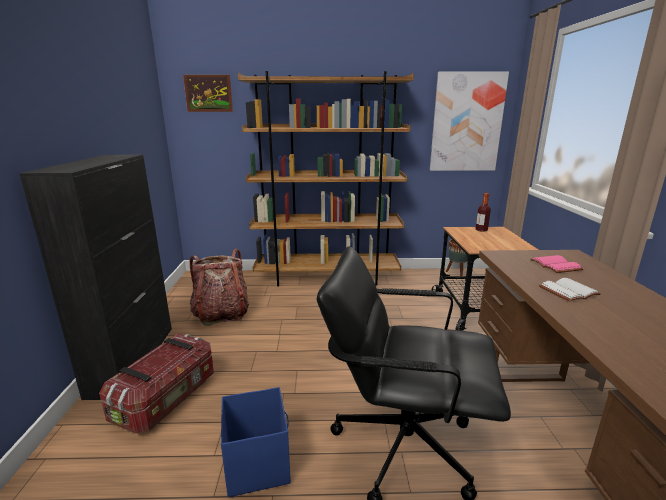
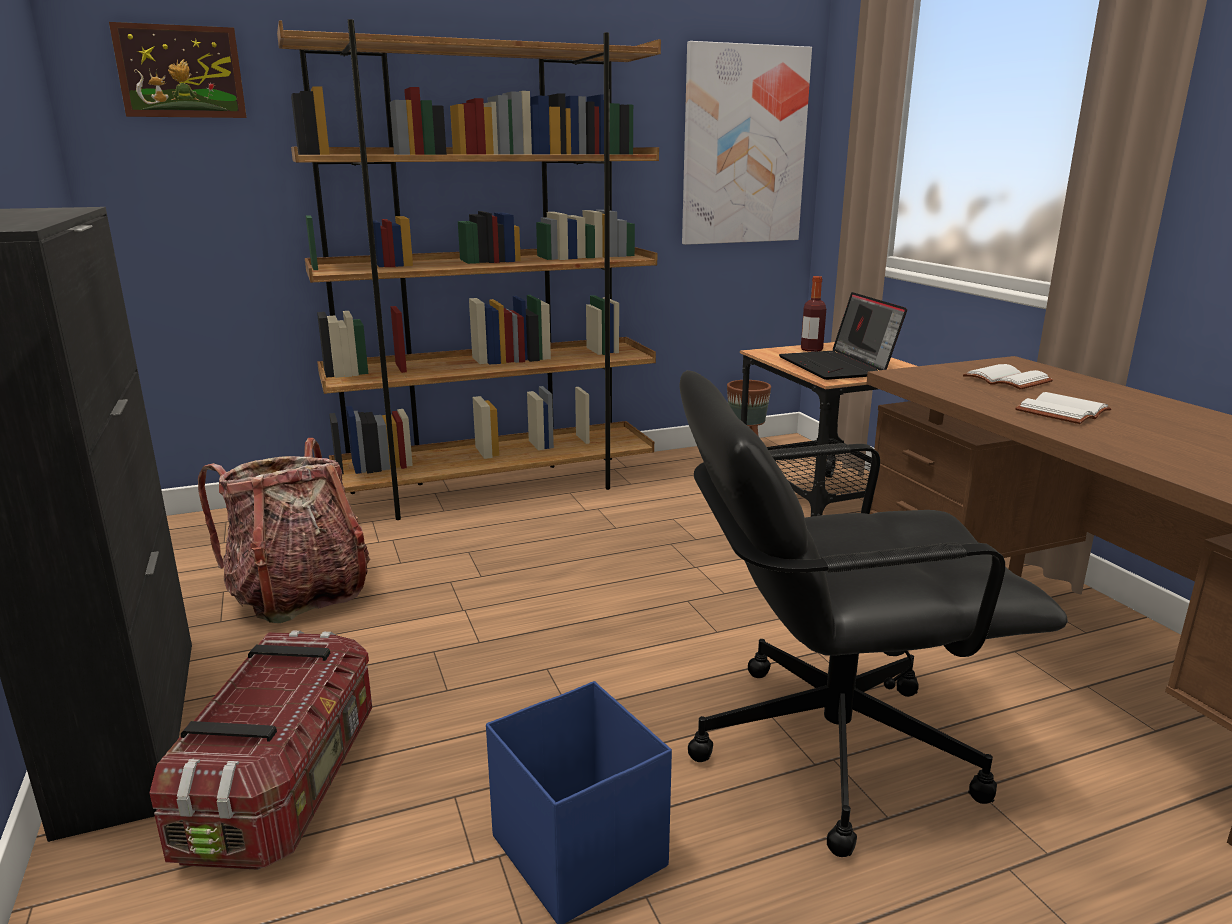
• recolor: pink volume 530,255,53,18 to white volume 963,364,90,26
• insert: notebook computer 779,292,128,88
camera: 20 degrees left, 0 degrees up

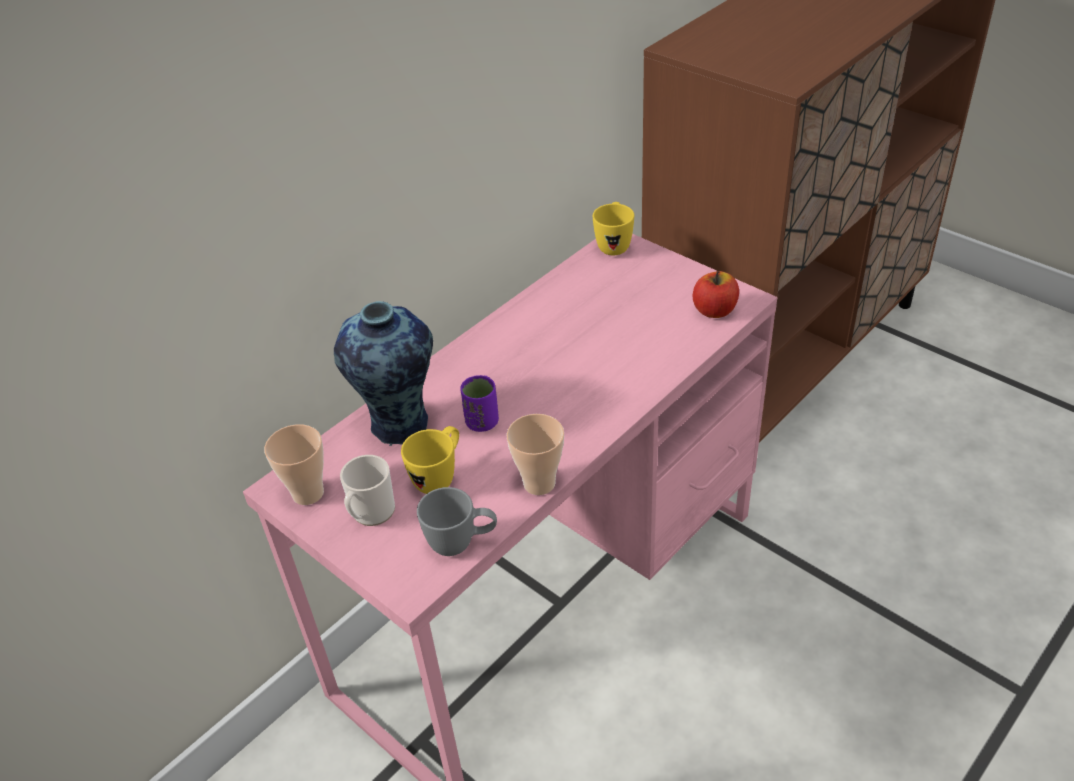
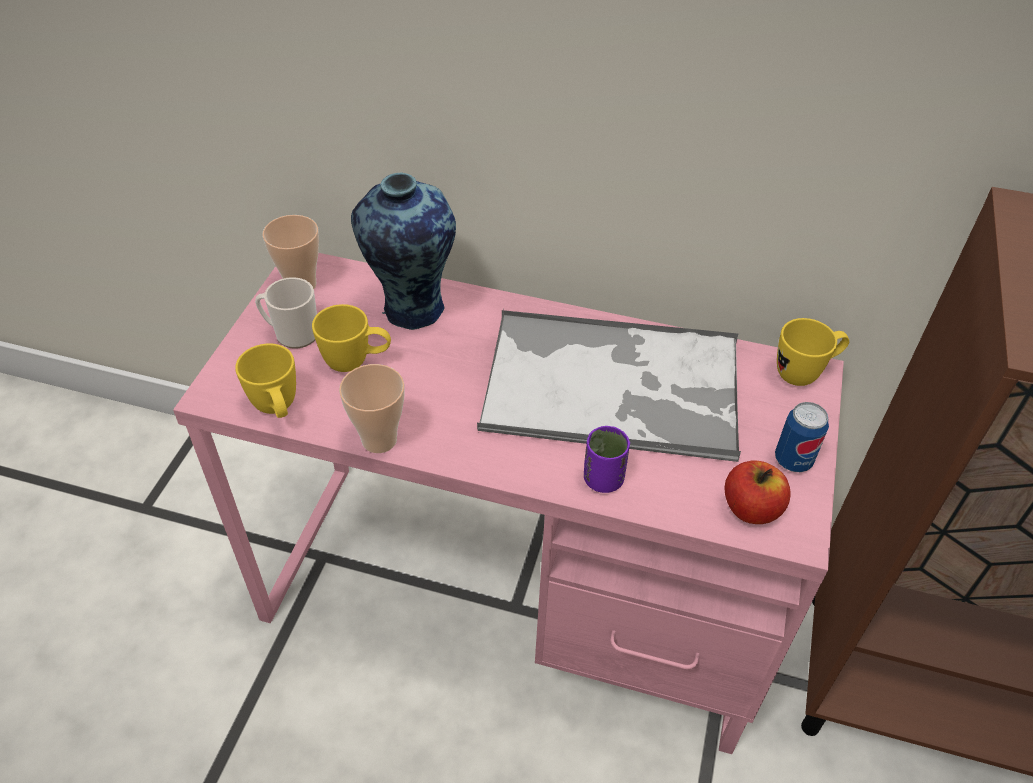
• move: purplish small cup 460,375,39,57 to 584,426,46,67
• recolor: grey tea mug 417,487,80,69 to yellow-coloured tea mug 235,343,61,75
• insert: serving tray 477,310,264,152
• insert: sealed can 775,402,54,70
camera: 60 degrees right, 5 degrees up

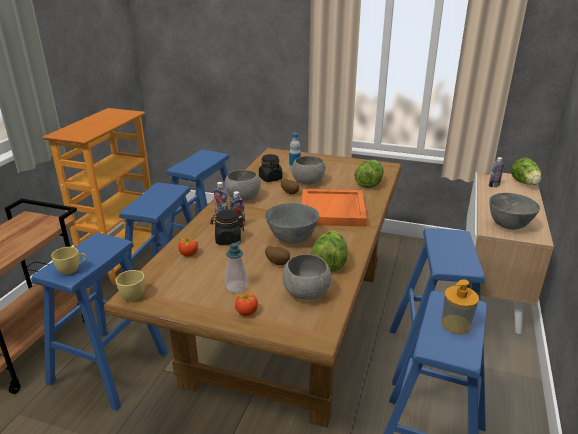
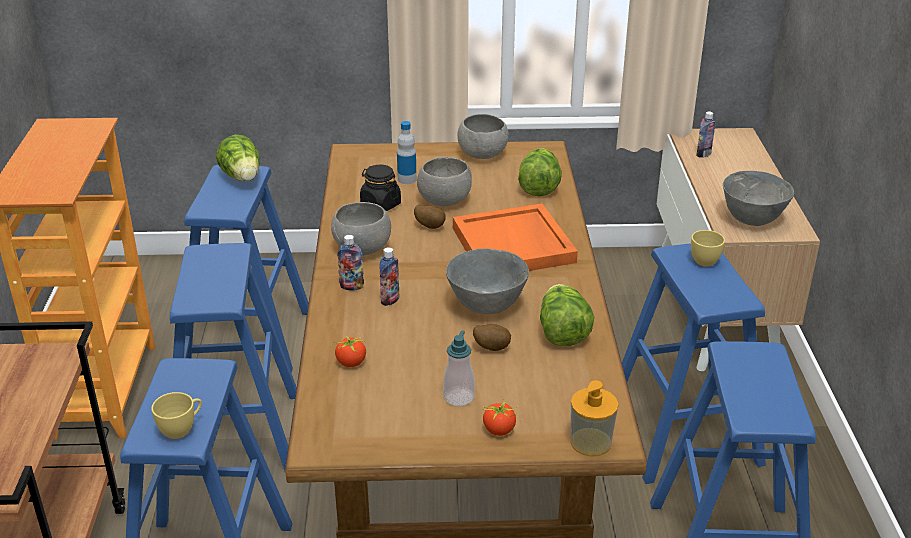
• move: head of lettuce 511,158,30,27 to 216,135,44,46
• delete: blackish storage jar 210,210,34,35
• move: grey serving bowl 282,254,49,46 to 457,114,52,45
• move: yellow-coloured small cup 116,270,29,31 to 691,230,34,37
• move: liquid soap bottle 442,279,37,55 to 571,380,47,77
camera: 20 degrees left, 5 degrees up

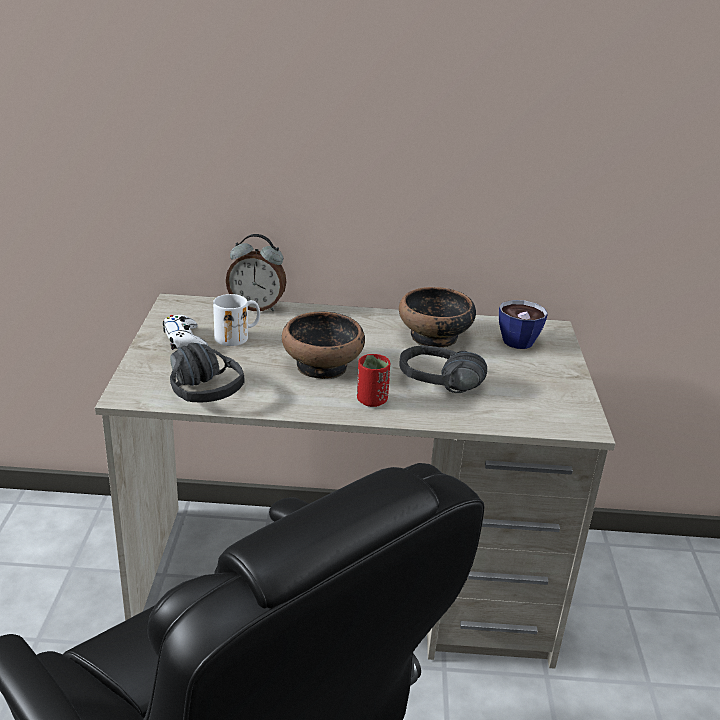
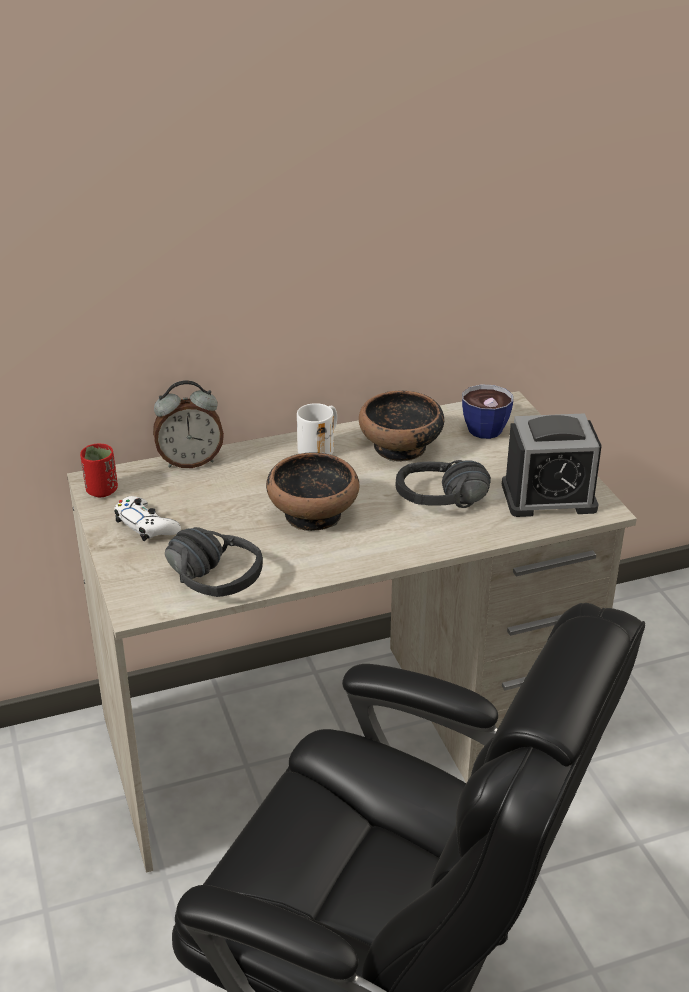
• move: white tea mug 213,294,47,52 to 297,403,40,52
• move: reddish small cup 357,354,33,53 to 80,443,38,54
• insert: alarm clock 502,413,100,104
camera: 20 degrees left, 5 degrees up

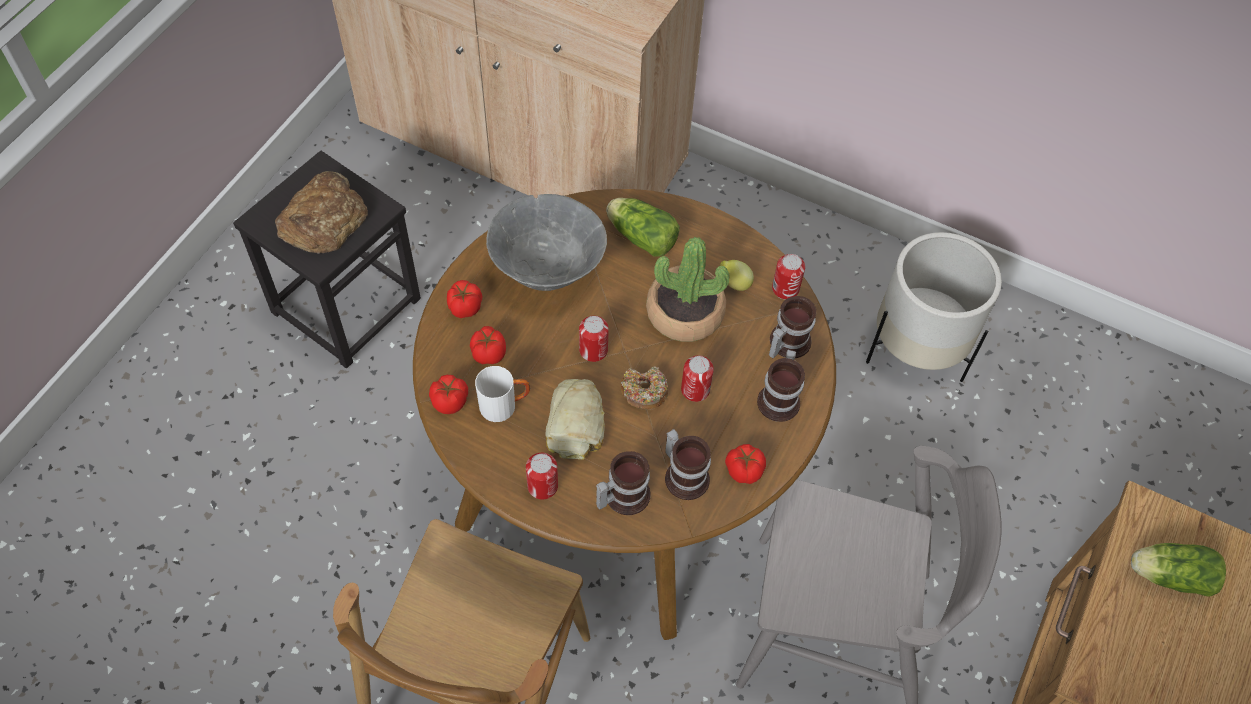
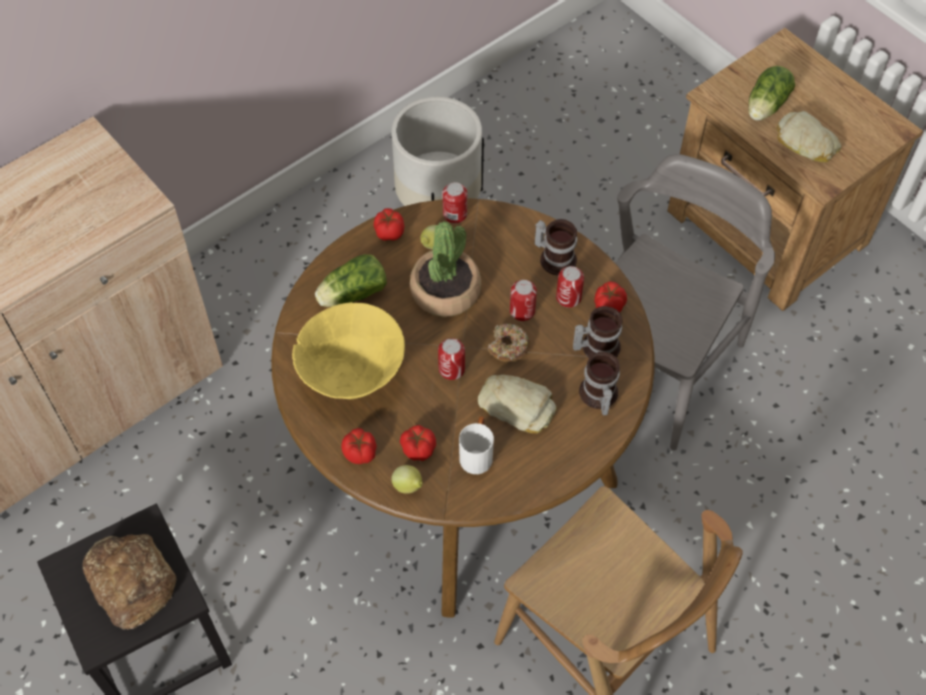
• recolor: grey serving bowl 486,194,121,97 to yellow-coloured serving bowl 292,302,113,97
• delete: tea mug 769,296,47,62
• move: fresh tomato 429,375,39,39 to 374,208,30,33
• move: sealed can 526,453,32,46 to 556,266,28,42
• insert: baked bread 776,111,65,51
• insert: lemon 391,465,32,29
camera: 65 degrees left, 0 degrees up

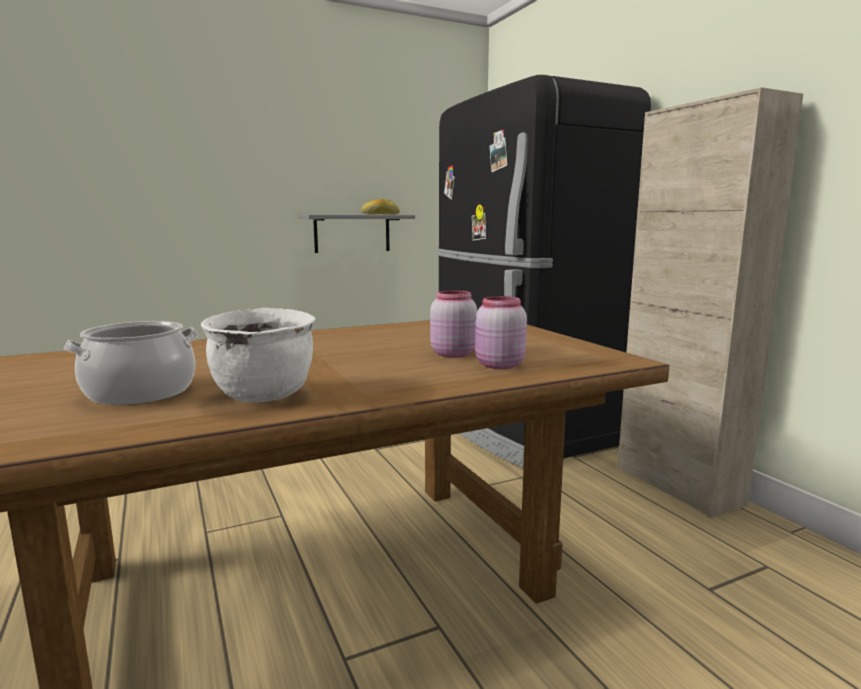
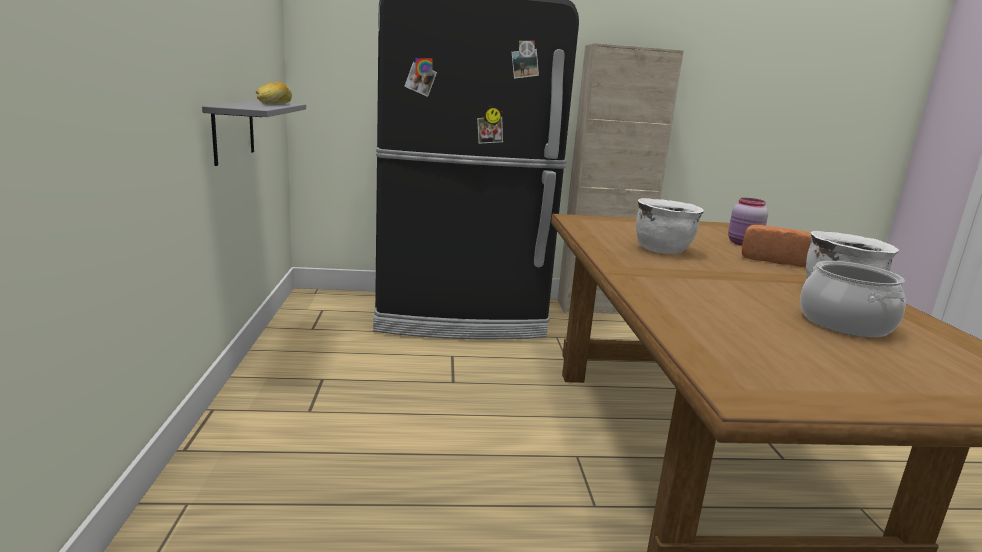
• delete: pink storage jar 430,290,47,68
• insert: white stockpot 636,198,68,56
• insert: baked bread 742,225,70,42
camera: 70 degrees left, 5 degrees up

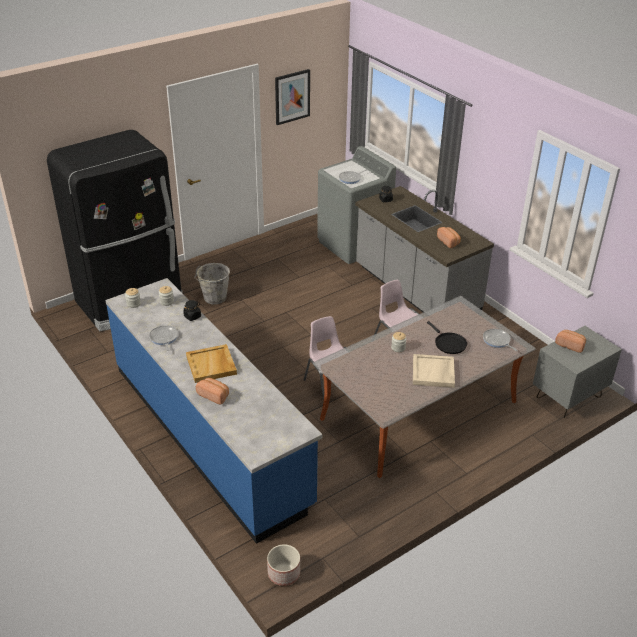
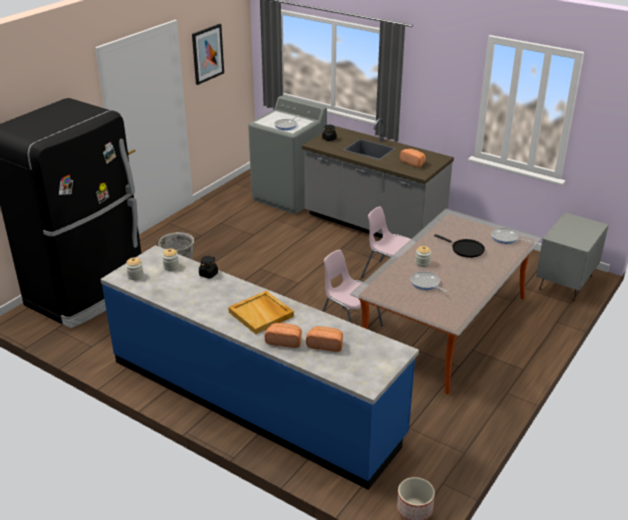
• move: pan 149,325,29,26 to 410,271,38,22
• move: baked bread 555,330,31,23 to 306,326,37,26
• delete: beige-coloured serving tray 413,354,42,34
camera: 20 degrees left, 5 degrees down

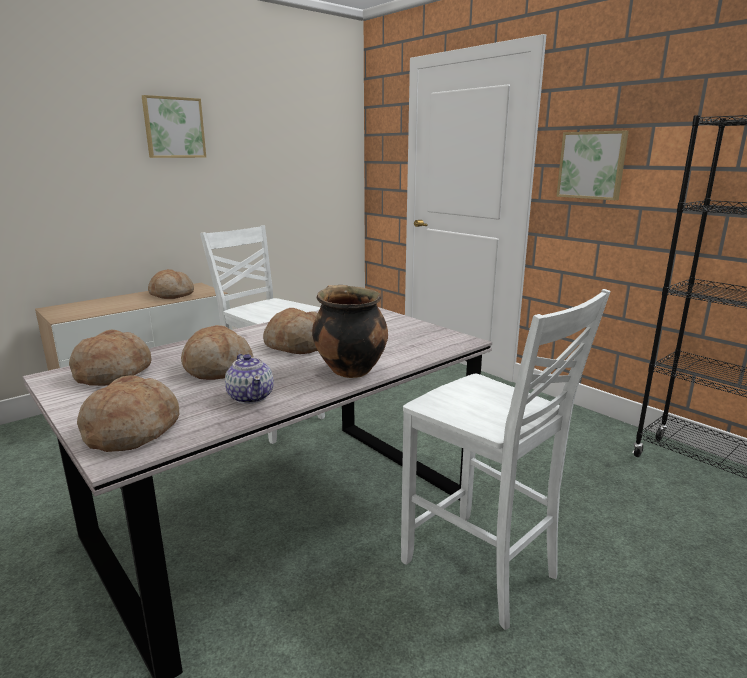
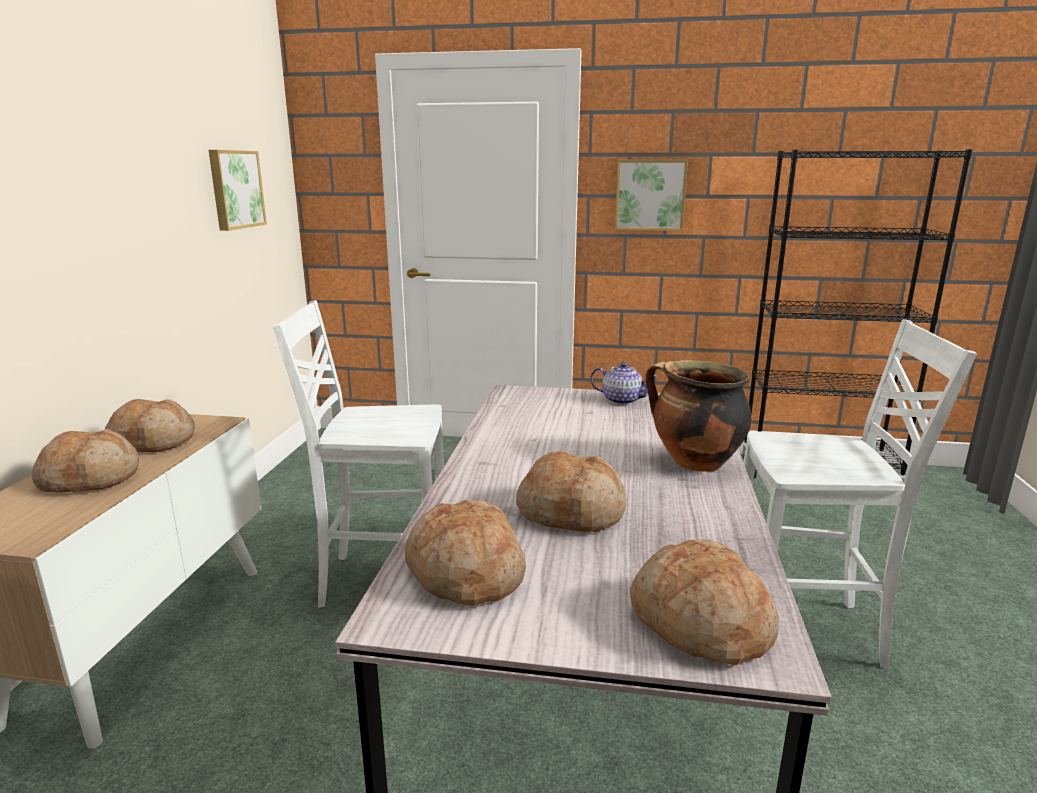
• move: wall art 142,95,64,63 to 208,150,59,81
• move: baked bread 263,308,55,46 to 31,429,108,64
• move: tea pot 225,354,49,50 to 590,362,67,43
camera: 40 degrees left, 0 degrees up

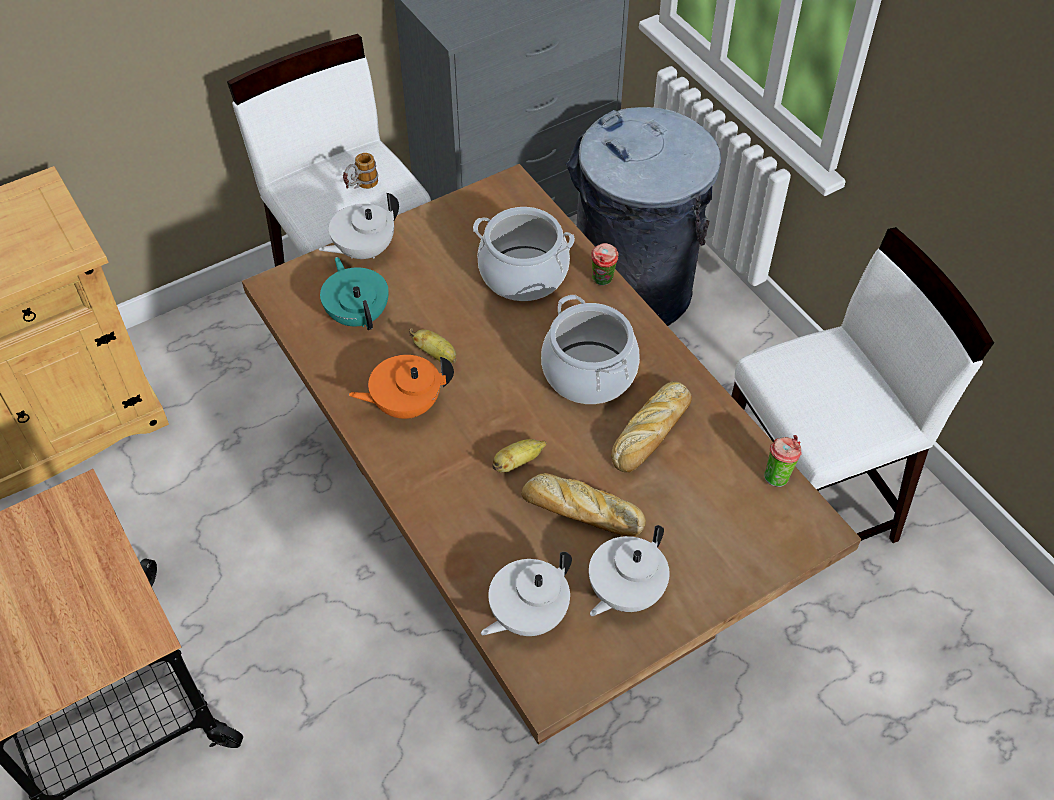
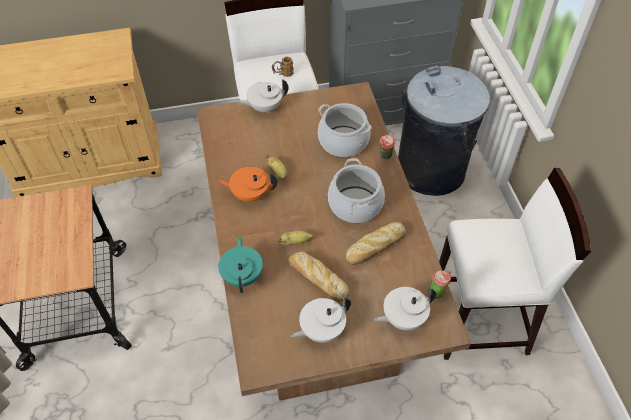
• move: turquoise tea pot 320,257,69,73 to 218,236,45,57
• move: white tea pot 481,552,91,84 to 374,287,62,43
camera: 20 degrees right, 0 degrees up

